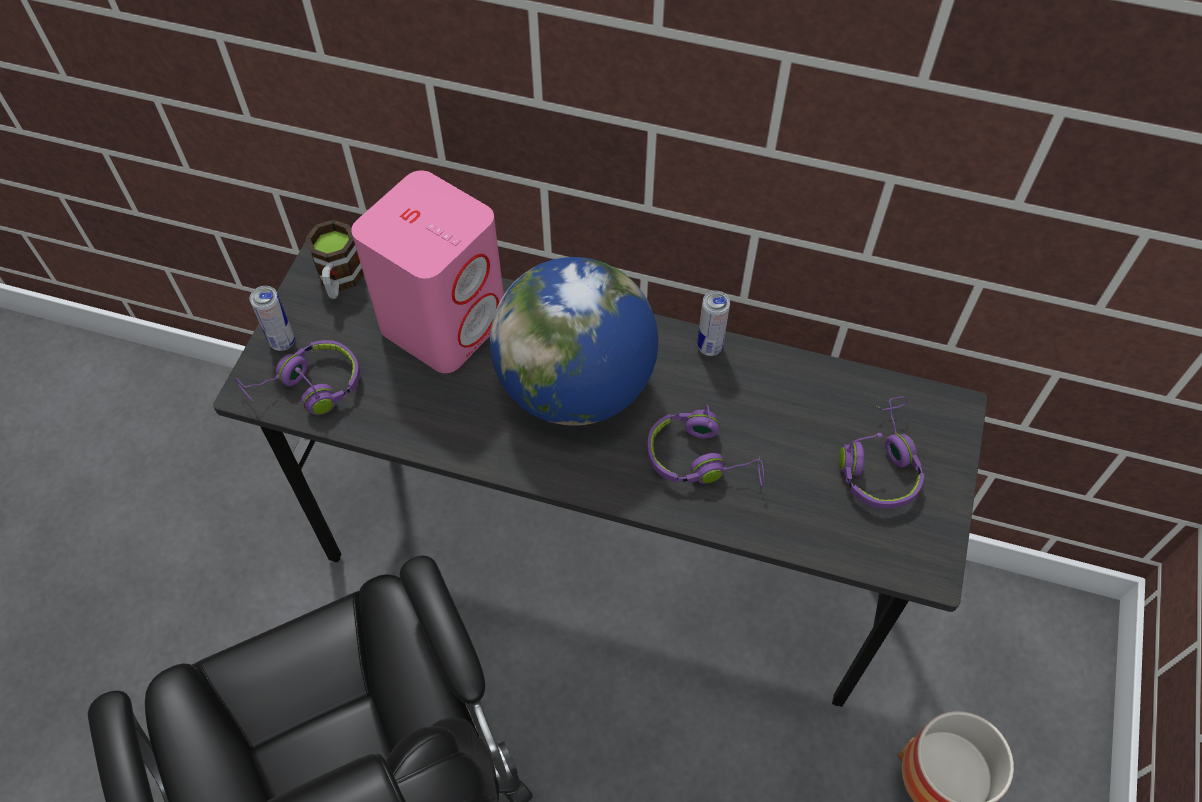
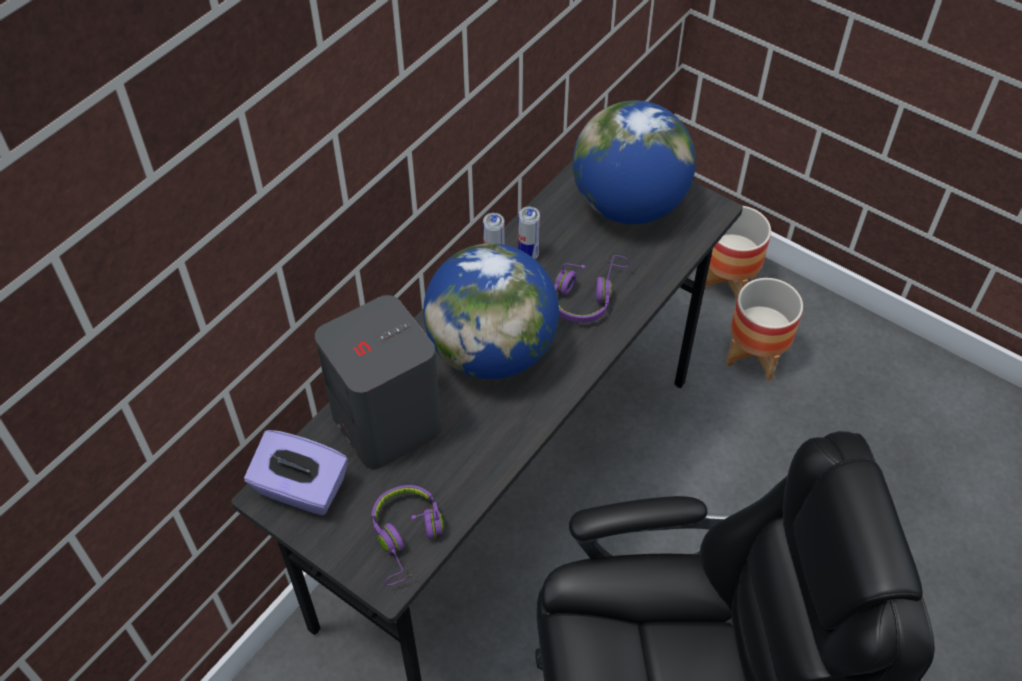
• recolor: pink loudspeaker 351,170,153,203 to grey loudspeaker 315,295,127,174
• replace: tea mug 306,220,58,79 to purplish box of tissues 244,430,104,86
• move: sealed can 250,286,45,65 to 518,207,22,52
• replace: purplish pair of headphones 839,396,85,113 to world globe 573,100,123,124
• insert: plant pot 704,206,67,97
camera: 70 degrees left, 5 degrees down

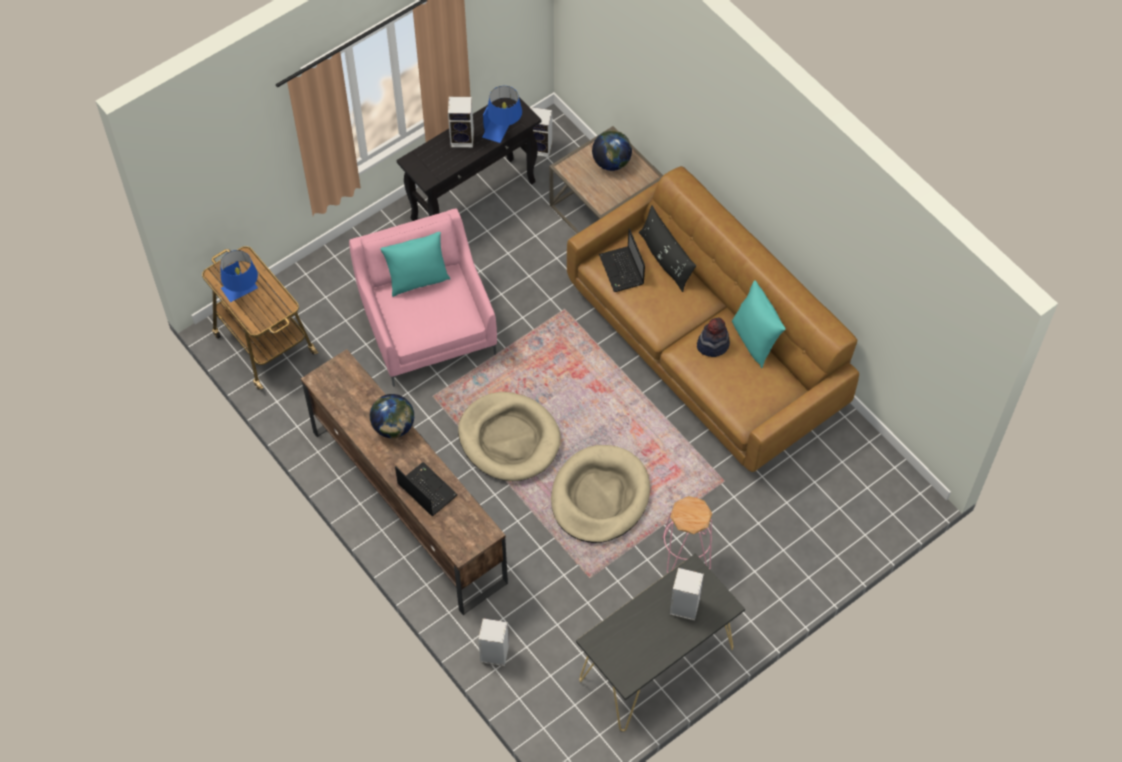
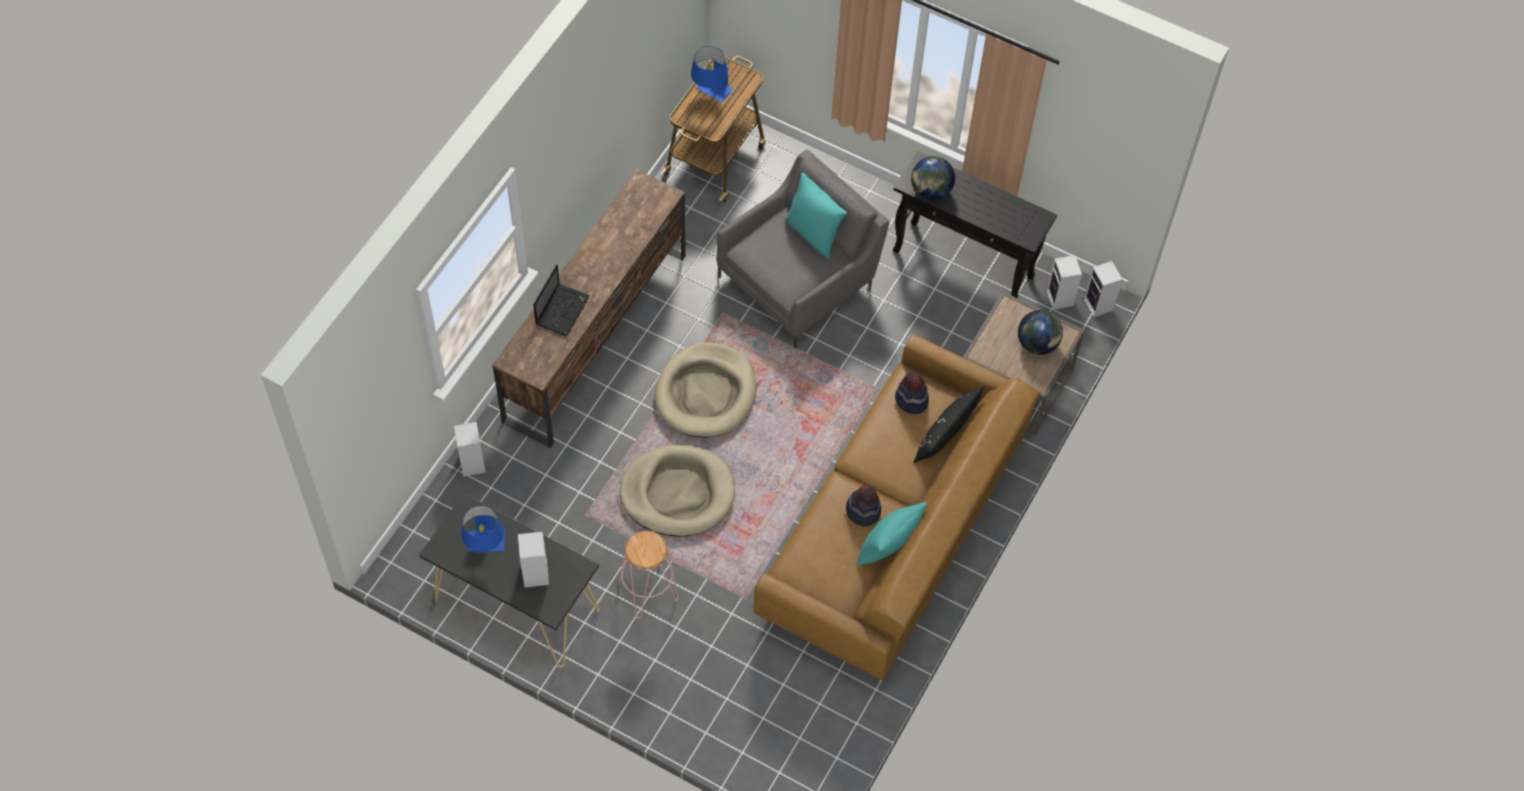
• move: bluish table lamp 482,86,40,57 to 462,506,43,47
• move: loudspeaker 448,97,26,51 to 1084,261,39,56
• recolor: pink lounge chair 349,208,148,179 to grey lounge chair 717,149,172,199
• replace: notebook computer 599,228,46,64 to wearable hat 895,371,34,43
• move: world globe 370,394,44,44 to 911,156,44,44
camera: 65 degrees right, 0 degrees up

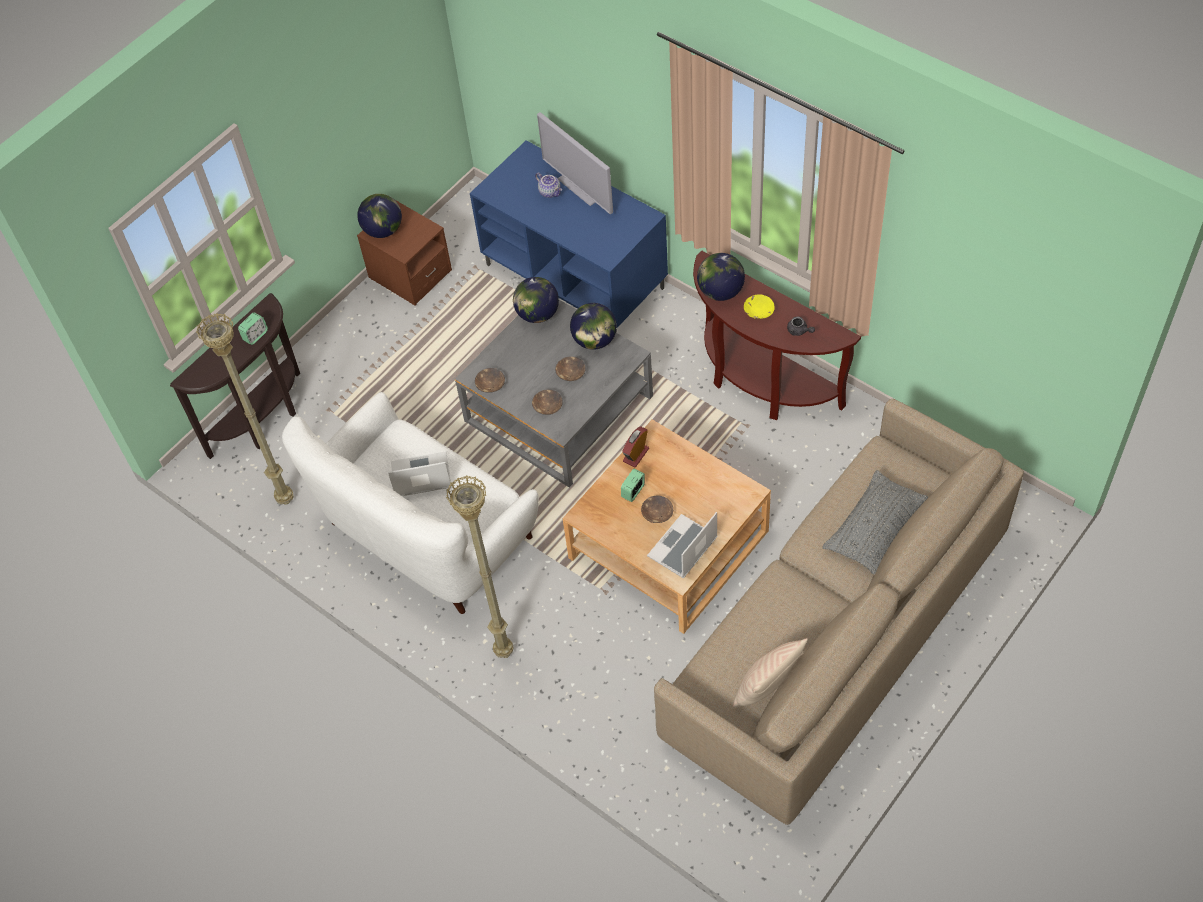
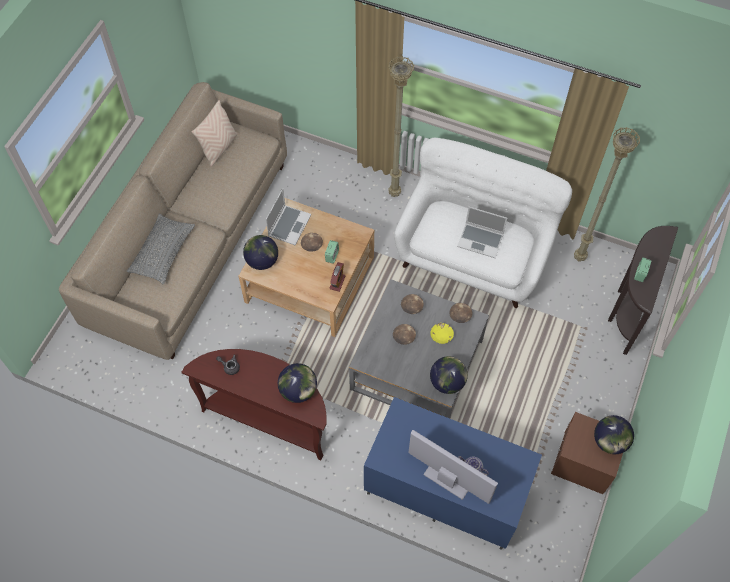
• move: yellow-coloured serving bowl 744,295,31,24 to 430,323,24,21
• move: world globe 570,303,47,47 to 243,235,35,35
• rotate: notebook computer 388,451,64,45 = 457,207,50,51 45 degrees clockwise
camera: 160 degrees right, 5 degrees up

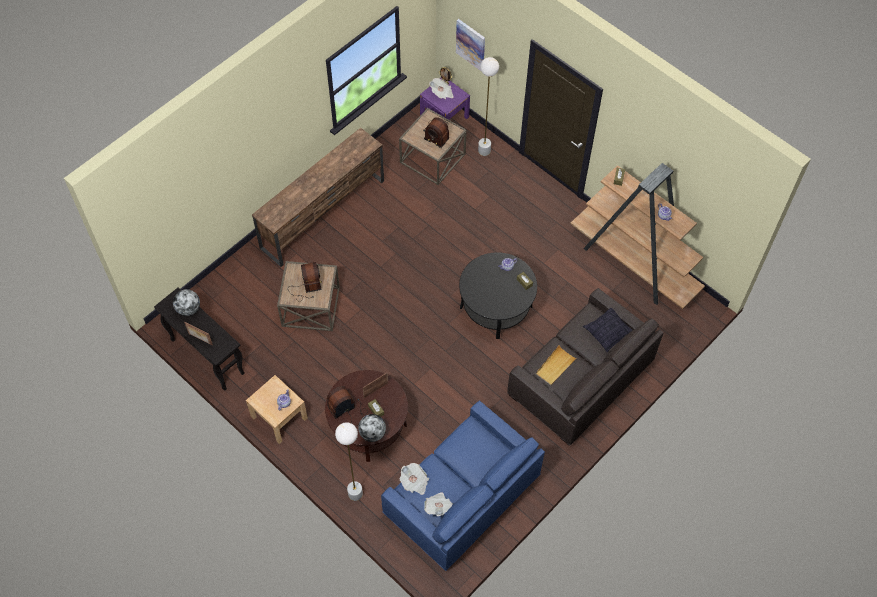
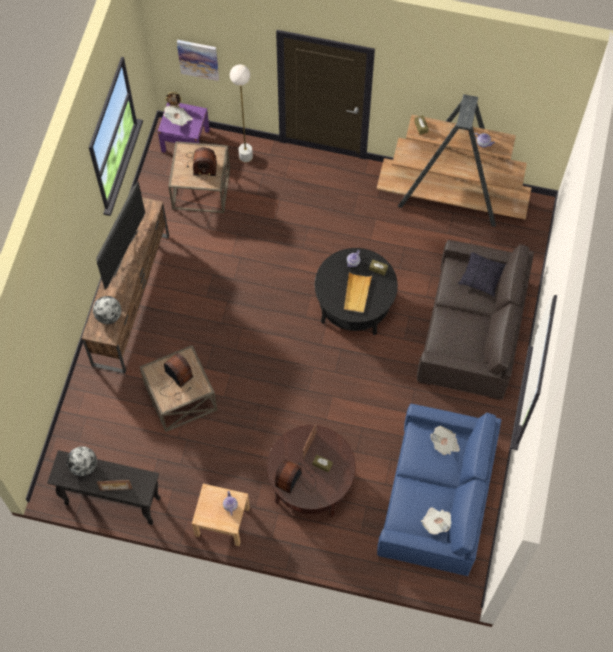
• move: beige-coloured serving tray 536,345,41,40 to 344,272,28,41
• move: world globe 358,414,28,28 to 93,296,28,28
• delete: white standard lamp 335,422,28,79
• move: printed paper 400,463,29,32 to 430,426,30,29
• insert: television 96,182,49,107
camera: 30 degrees left, 5 degrees up

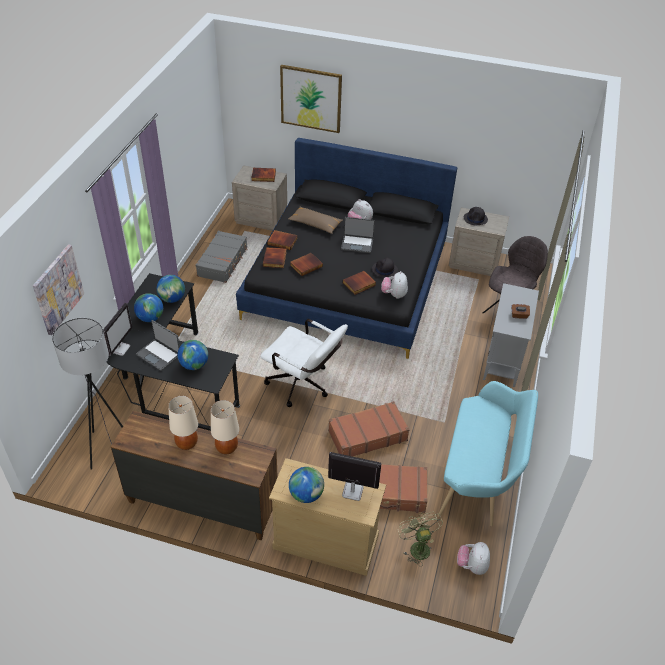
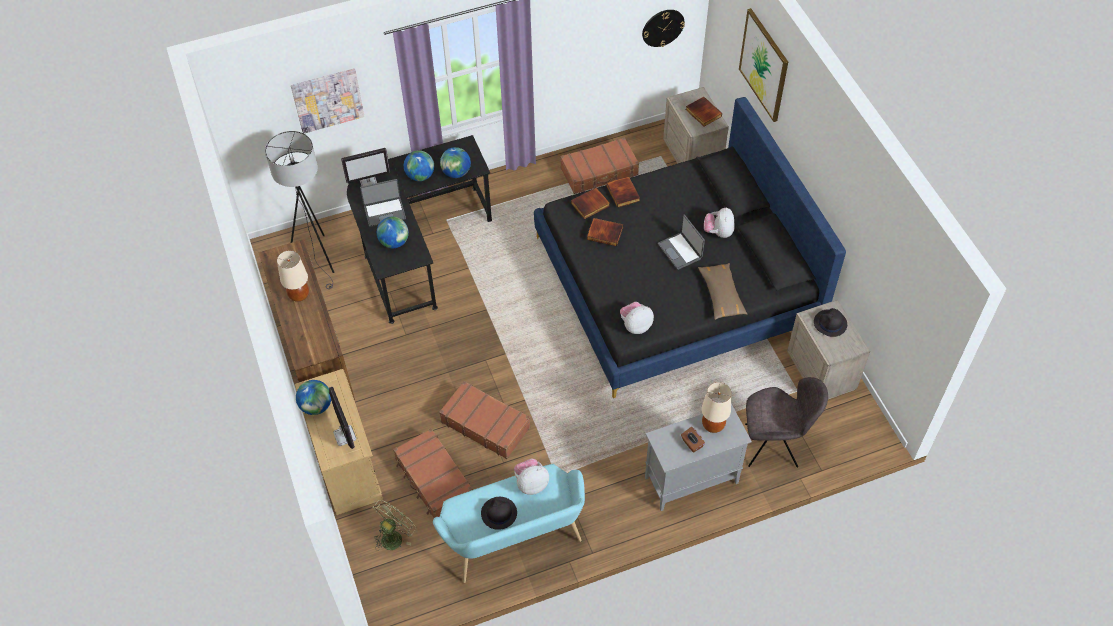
• move: brown pillow 288,207,55,27 to 698,263,49,57
• recolor: grey suitcase 196,231,52,52 to brown suitcase 560,137,79,57
• move: blackish wearable hat 372,258,26,20 to 481,497,36,33
• delete: volume 343,271,33,24
• delete: white computer chair 260,319,88,88
• rotate: notebook computer 136,320,44,51 = 360,179,46,48 105 degrees counterclockwise
• move: beige-coloured table lamp 211,400,28,54 to 701,382,31,51
• move: plush toy 457,542,33,33 to 514,459,35,36
• insert: hanging clock 642,10,43,37
camera: 55 degrees right, 10 degrees up

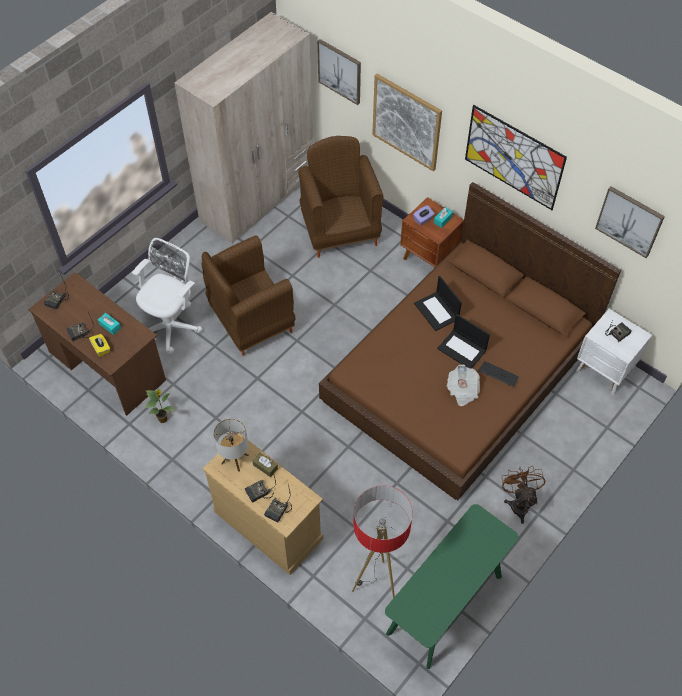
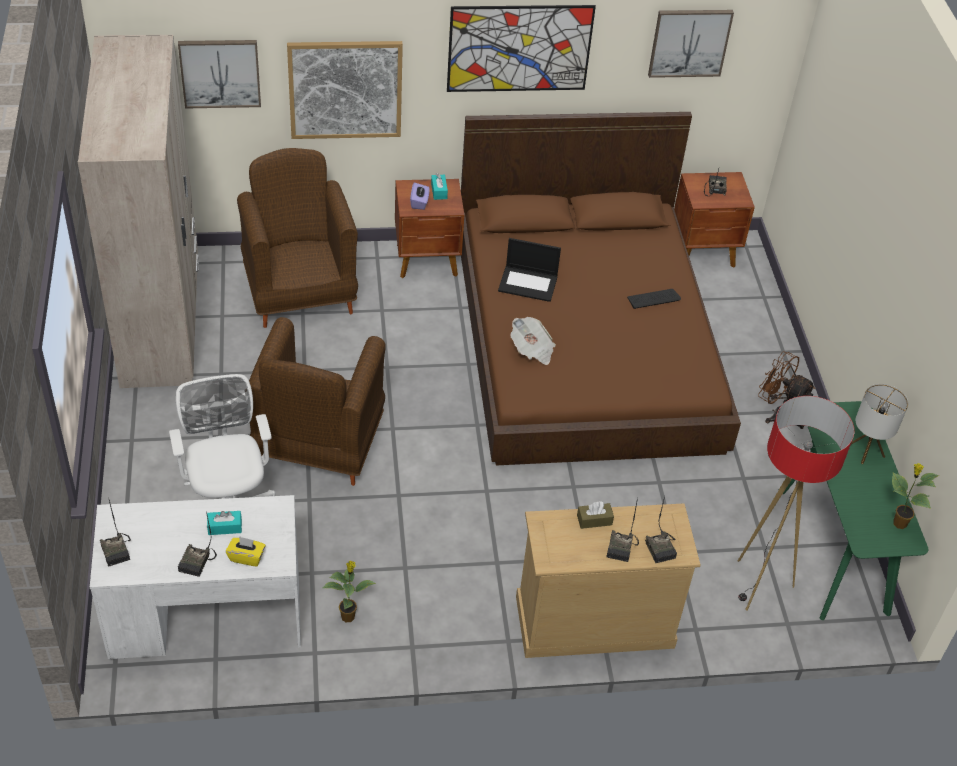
• rotate: brown lounge chair 298,136,86,122 = 237,148,121,180 45 degrees clockwise
• recolor: brown desk unit 28,272,138,144 to white desk unit 90,495,211,164
• recolor: white nightstand 576,309,76,86 to brown nightstand 674,172,81,96
• delete: notebook computer 437,314,53,55
• move: printed paper 447,364,33,42 to 510,317,46,48
• move: table lamp 214,418,35,54 to 851,384,57,80
• insert: plant in a pot 892,463,47,66
camera: 50 degrees left, 10 degrees down

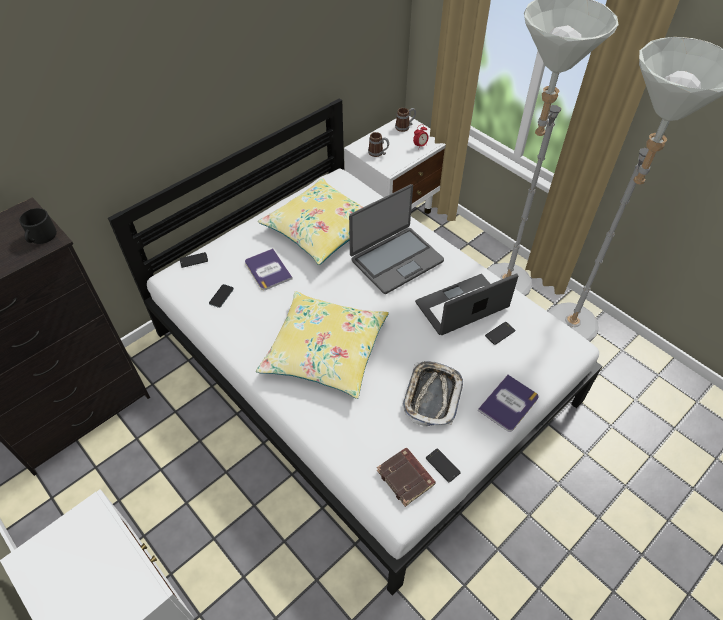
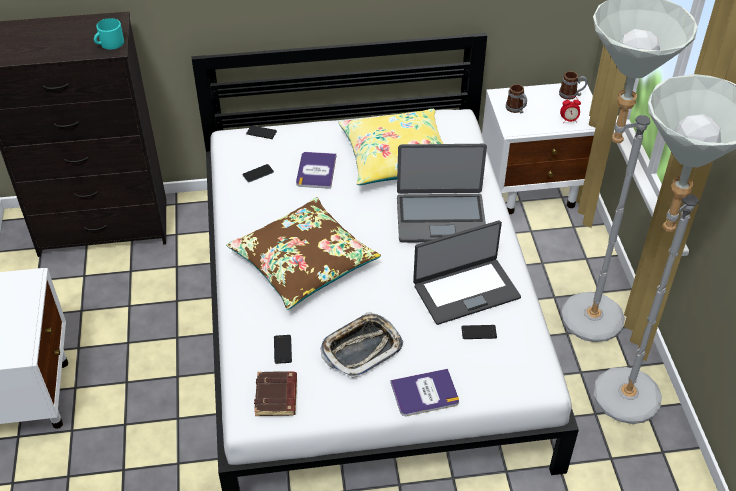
• recolor: blackish tea mug 19,208,38,36 to turquoise tea mug 94,18,30,32
• rotate: notebook computer 415,273,103,62 = 413,220,108,105 150 degrees clockwise
• recolor: yellow-coloured pillow 256,291,133,108 to brown pillow 226,197,155,113
• move: phone 426,449,35,33 to 274,335,18,29
camera: 35 degrees right, 5 degrees down

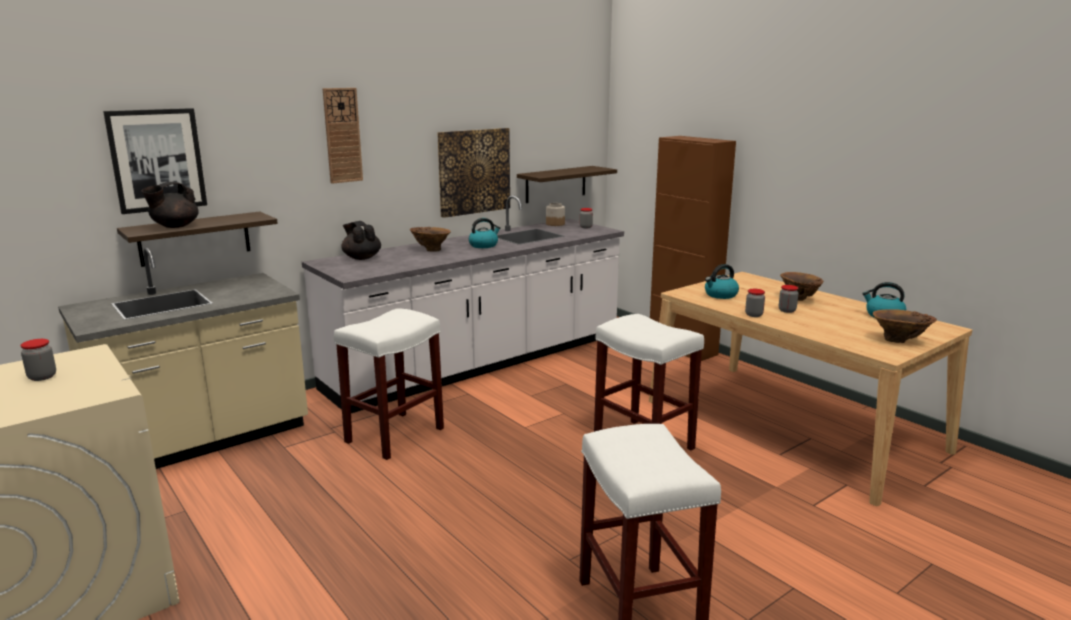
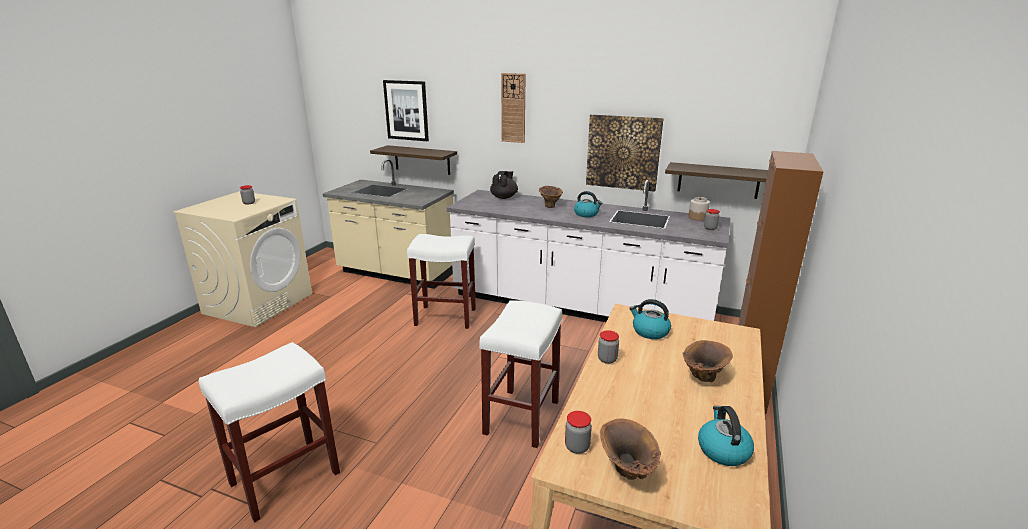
• delete: blackish tea pot 142,182,57,46
• move: storage jar 779,285,19,28 to 565,411,27,43
camera: 60 degrees right, 5 degrees up

